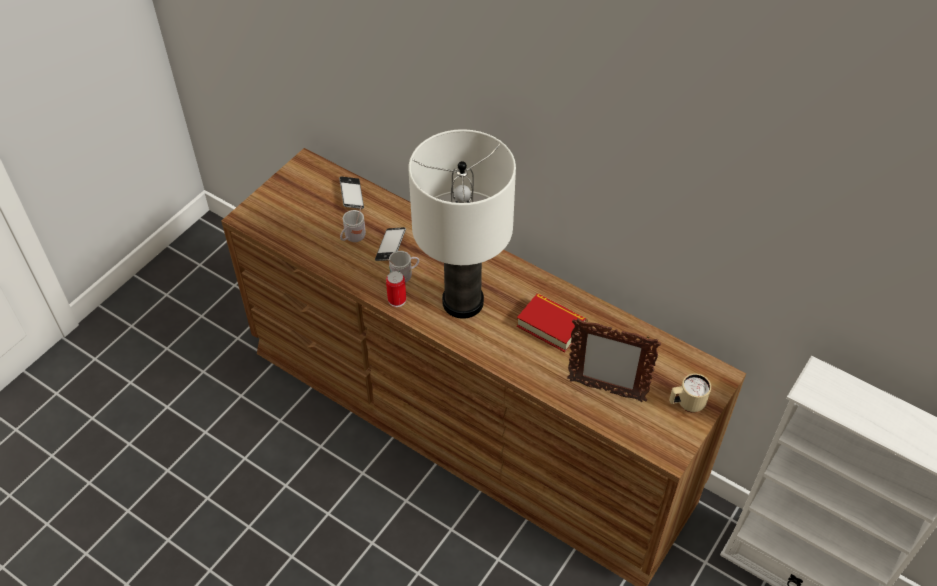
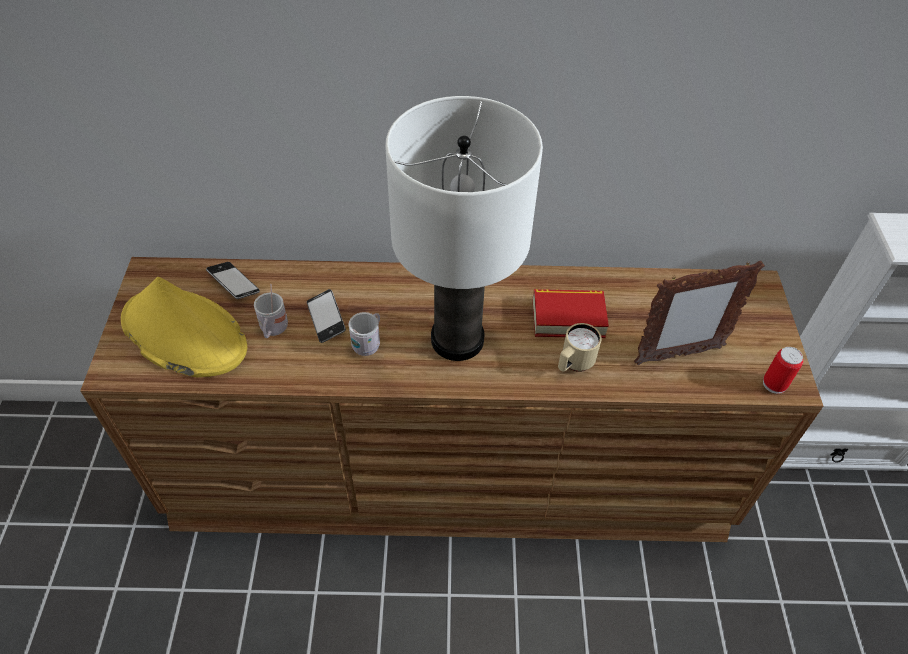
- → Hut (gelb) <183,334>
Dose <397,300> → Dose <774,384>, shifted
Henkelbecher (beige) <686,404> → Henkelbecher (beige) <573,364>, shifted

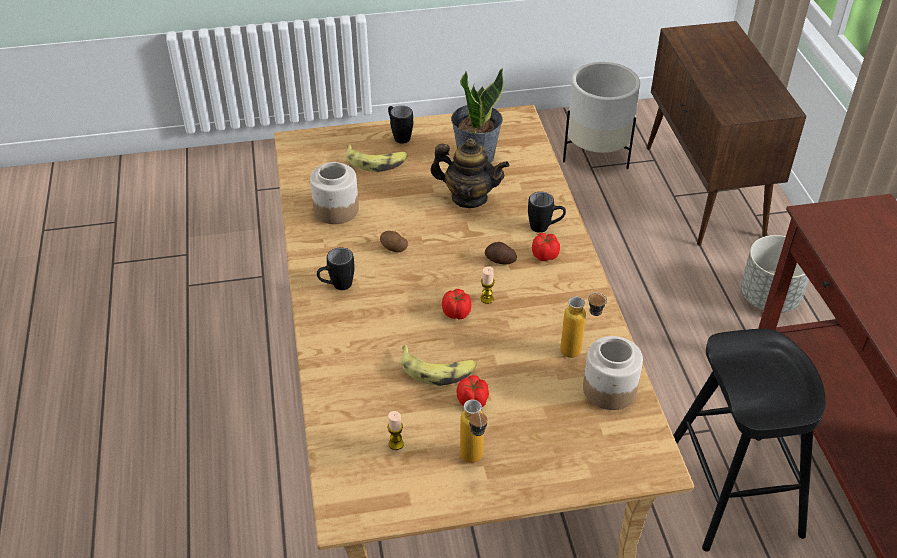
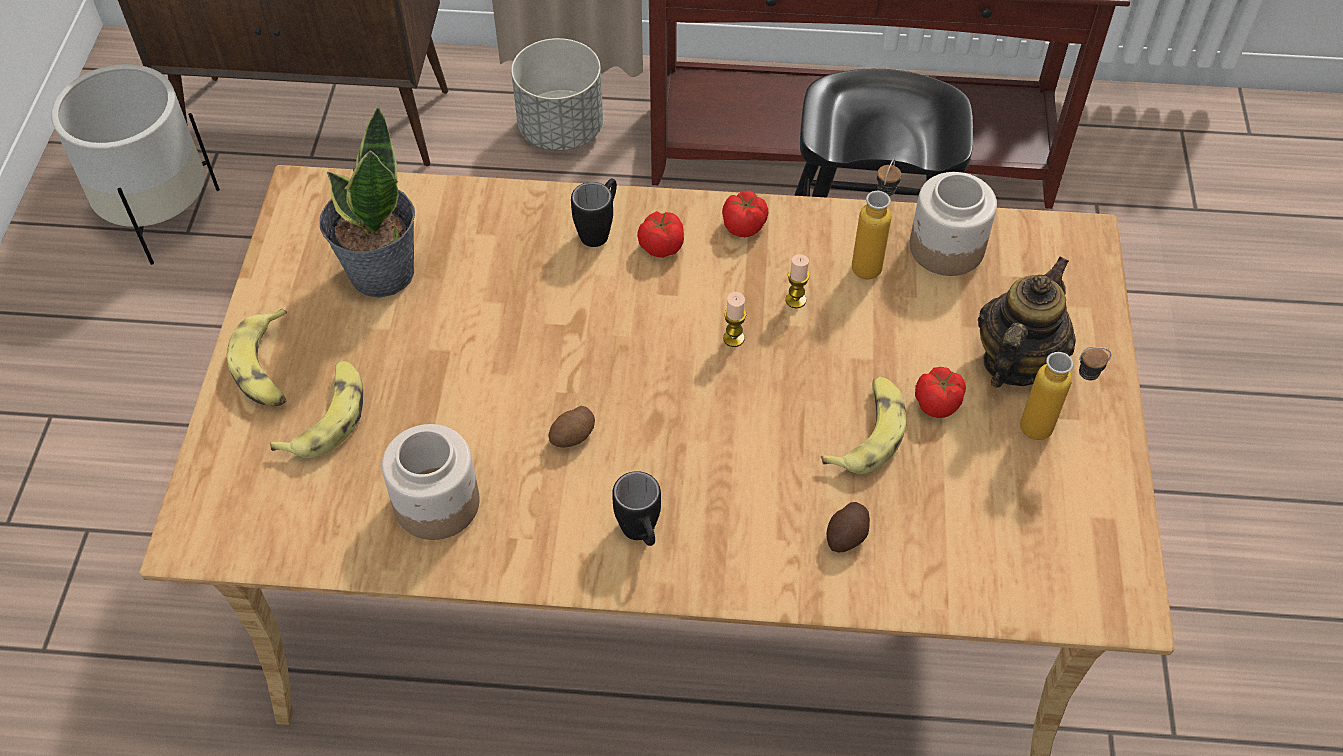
Kerze <396,444> → Kerze <795,300>, shifted
Teekanne <469,197> → Teekanne <1015,362>, shifted
Tomate <457,313> → Tomate <745,226>, shifted
Kartoffel <500,261> → Kartoffel <848,535>, shifted
Henkelbecher (schwarz) <399,136> → Banane <267,368>

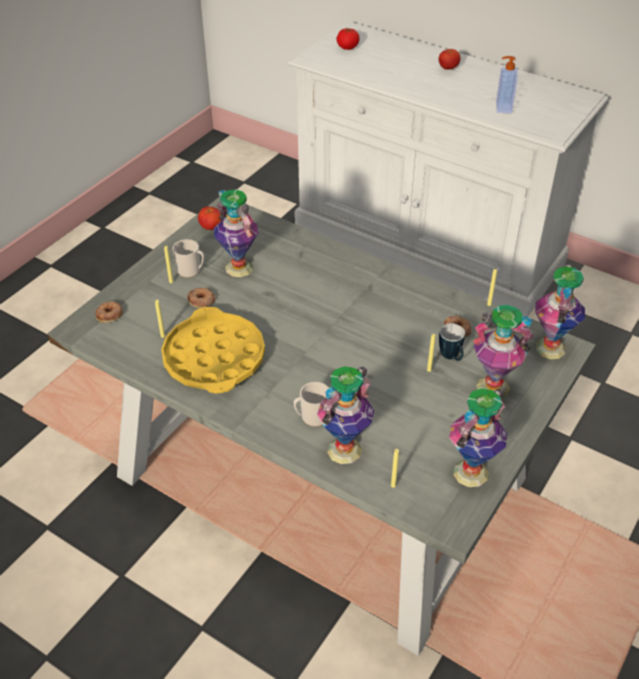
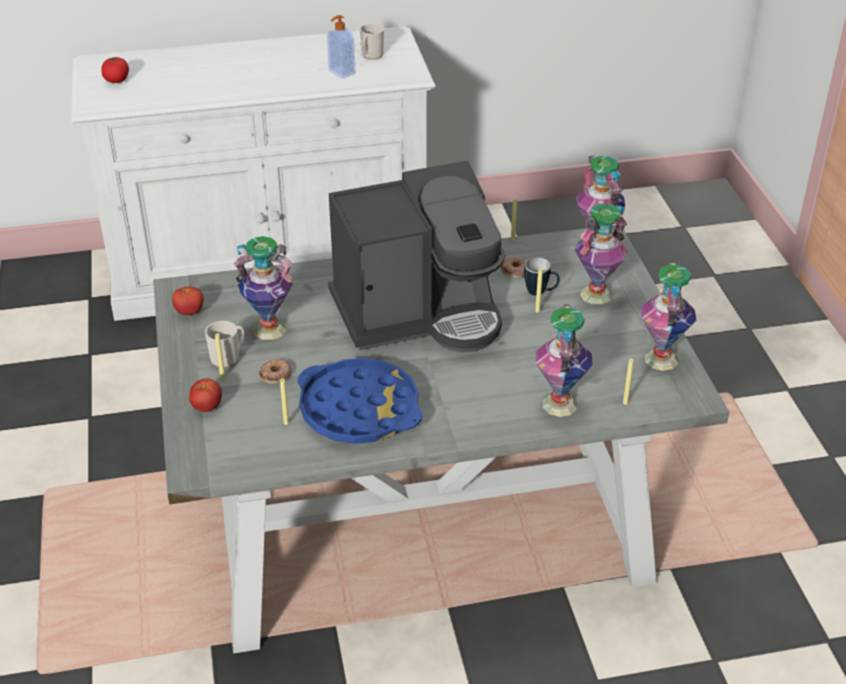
Donut <110,314> → -
- → Kaffeemaschine <419,313>
Henkelbecher <312,417> → Henkelbecher <371,55>, shifted
Tomate <448,68> → Tomate <207,407>, shifted
Tablett (gelb) <214,358> → Tablett (blau) <359,409>

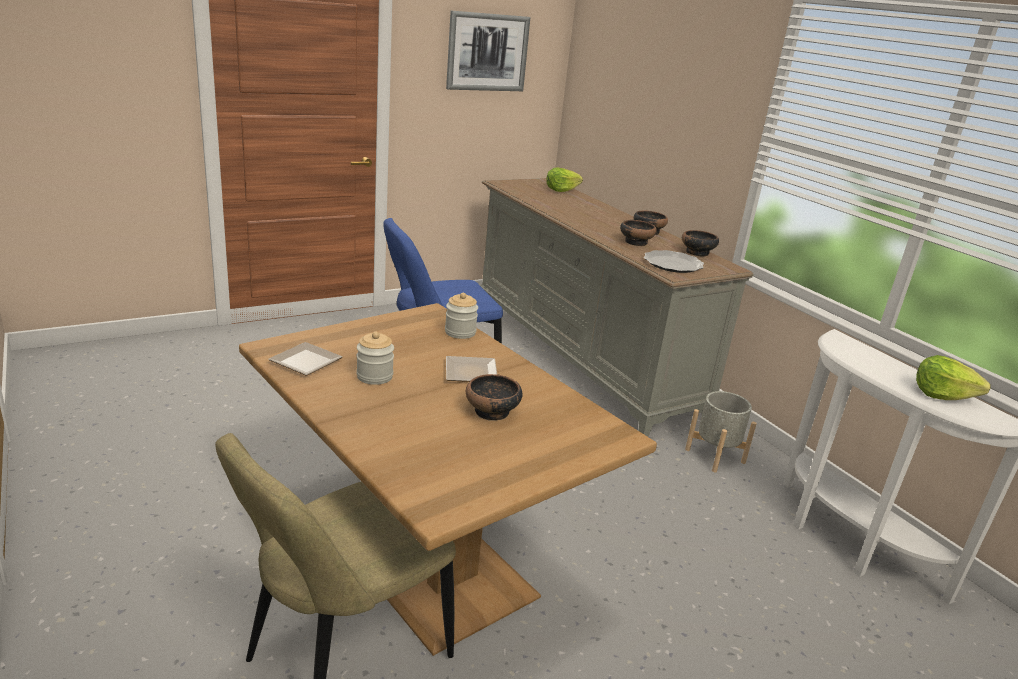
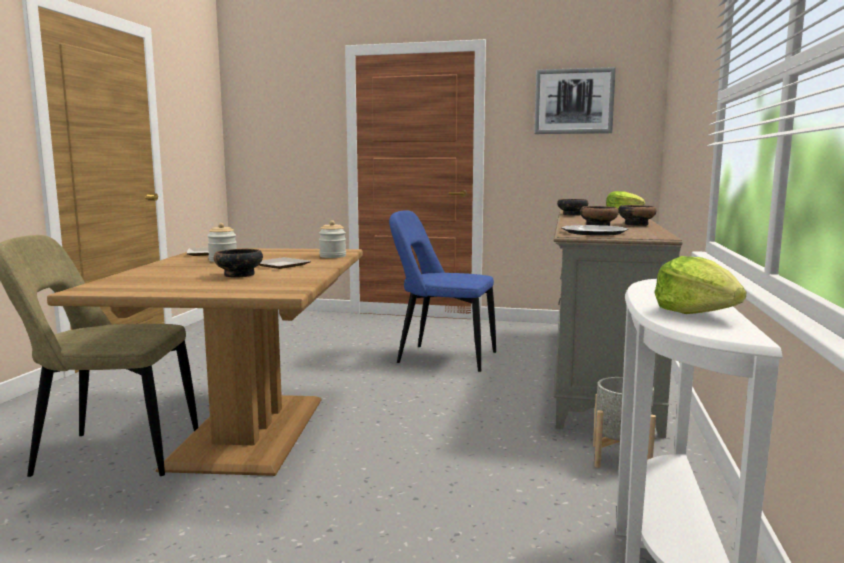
Schüssel <697,253> → Schüssel <572,215>, shifted

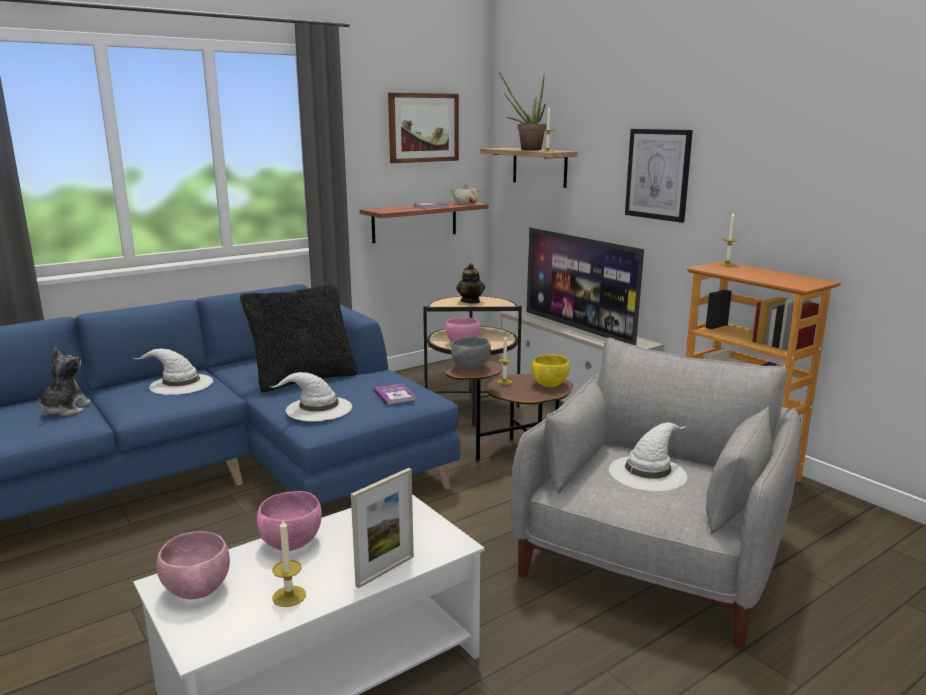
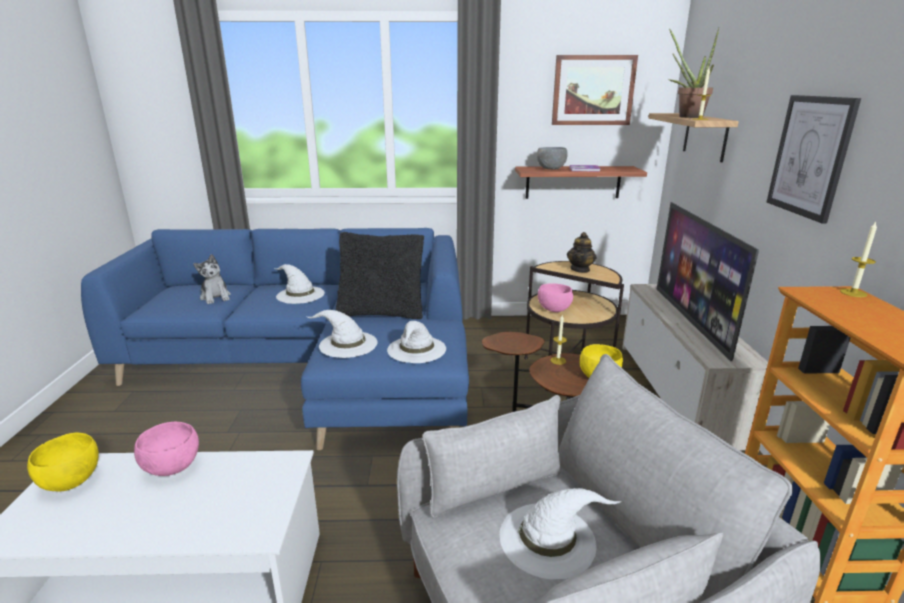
Kerze <289,596> → -
Bilderrahmen <385,571> → -
Teekanne (beige) <465,203> → -
Schüssel (grau) <471,368> → Schüssel (grau) <551,169>, shifted
Buch <394,396> → Hut (weiß) <416,349>
Schüssel (rosa) <196,591> → Schüssel (gelb) <70,482>
Plüschtier <64,410> → Plüschtier <216,297>, 105 degrees clockwise

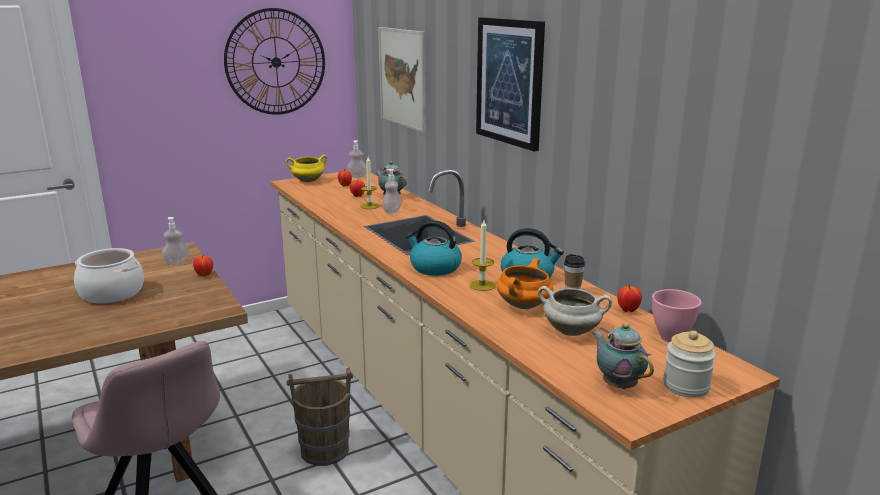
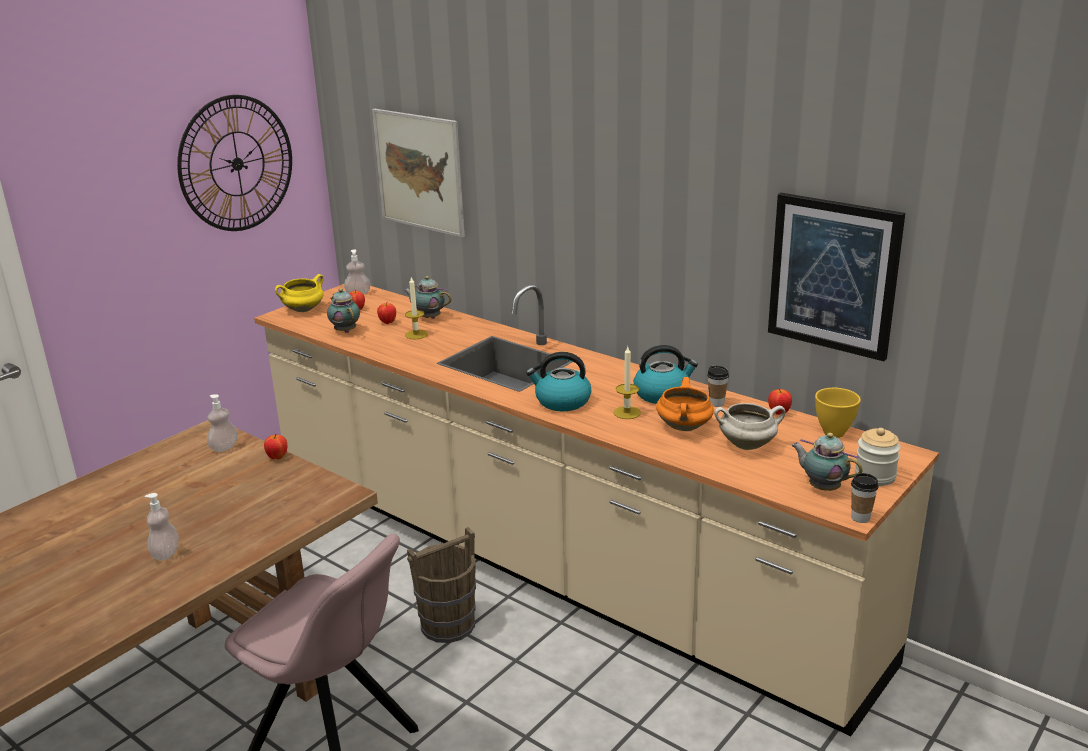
Kochtopf <112,293> → -
- → Teekanne <345,330>
- → Tasse <860,518>
Seifenspender <392,211> → Seifenspender <165,553>, shifted
Bild <510,82> → Bild <833,275>, shifted
Schüssel (rosa) <671,337> → Schüssel (gelb) <833,432>

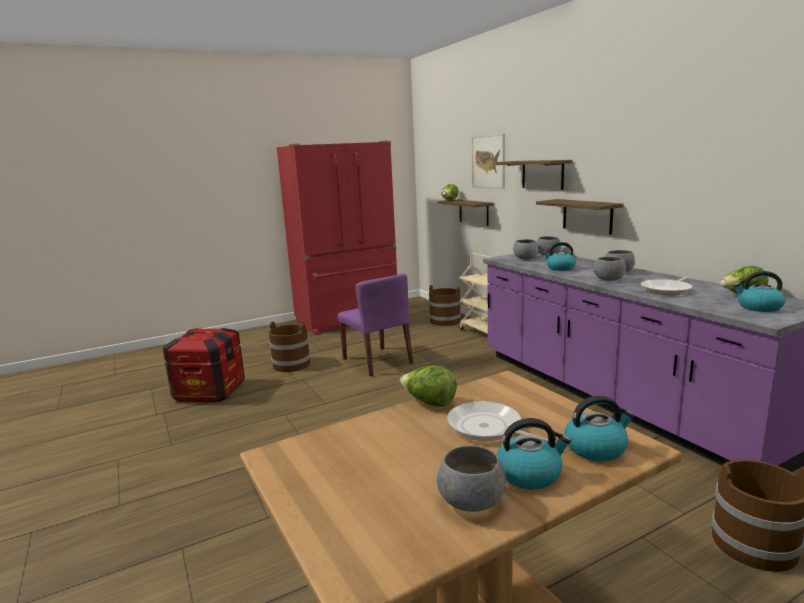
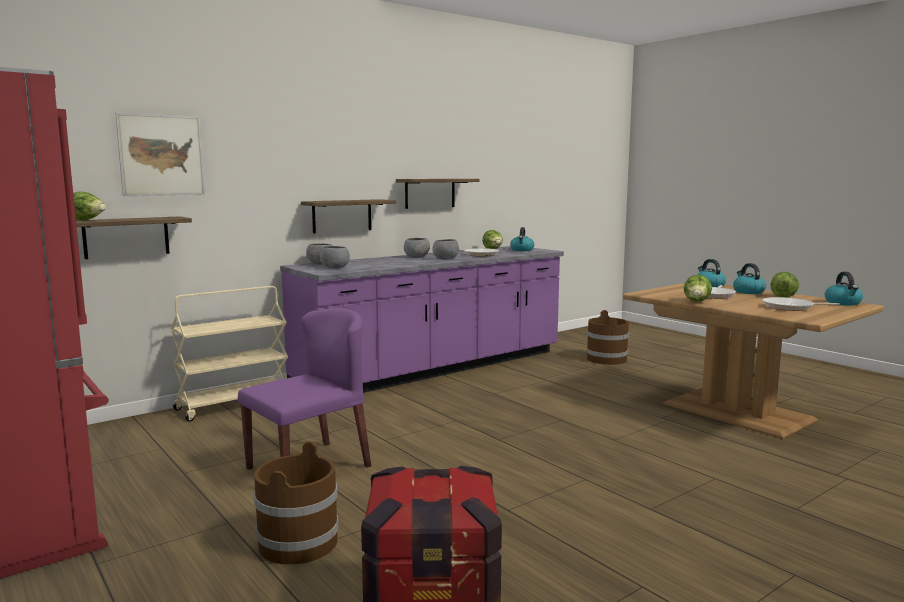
Eimer (braun) <445,321> → -
- → Pfanne <791,307>
Wandregal <542,174> → Wandregal <430,193>, shifted
Wasserkessel <560,268> → Wasserkessel <843,303>, shifted
Schüssel (grau) <471,500> → Salatkopf <783,296>

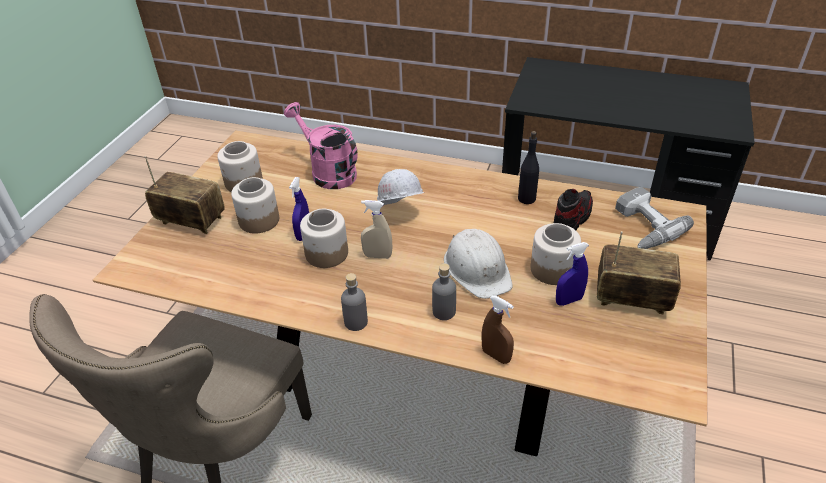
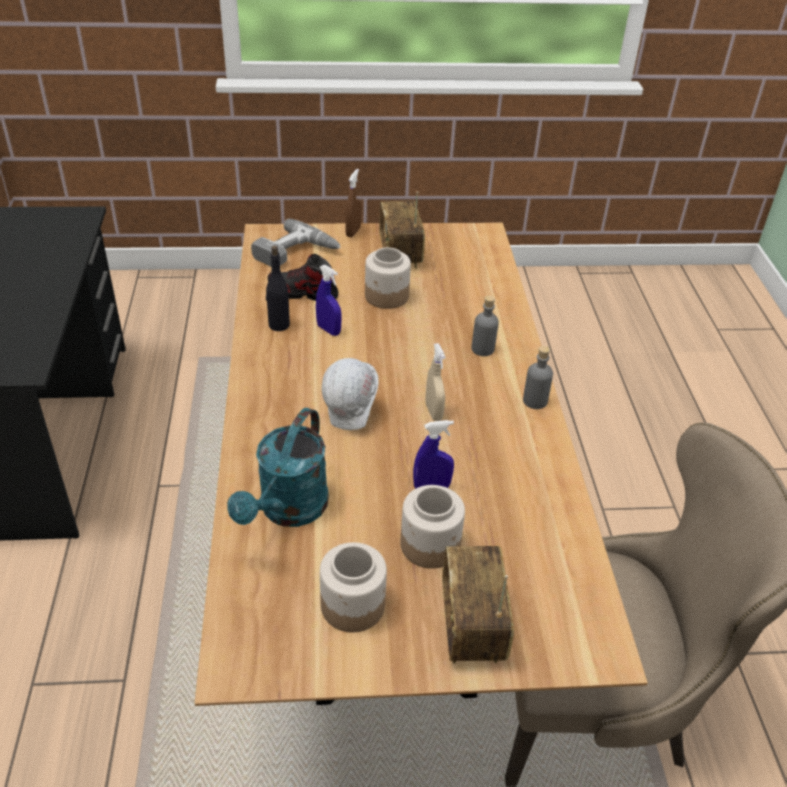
Vorratsglas <326,253> → -
Schutzhelm (weiß) <477,269> → -
Sprühflasche (braun) <496,356> → Sprühflasche (braun) <353,232>, shifted
Sprühflasche (blau) <568,300> → Sprühflasche (blau) <328,330>, shifted
Gießkanne (rosa) <328,172> → Gießkanne (türkis) <288,511>

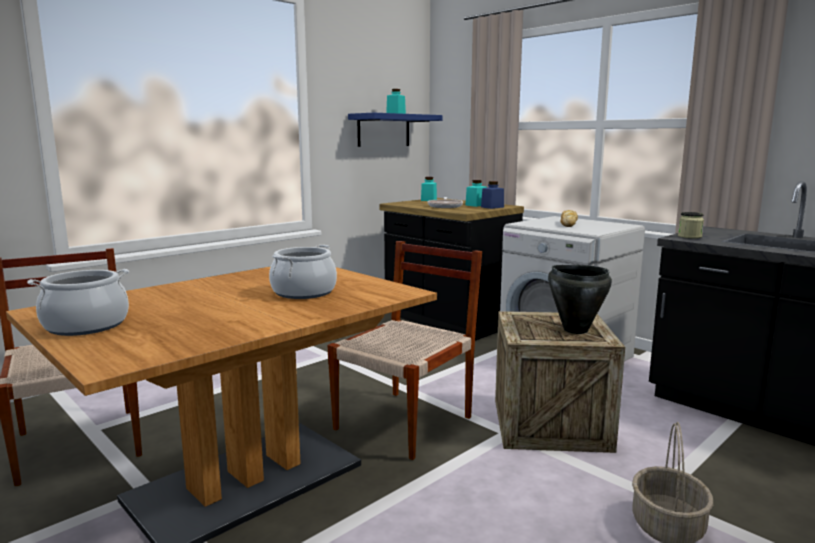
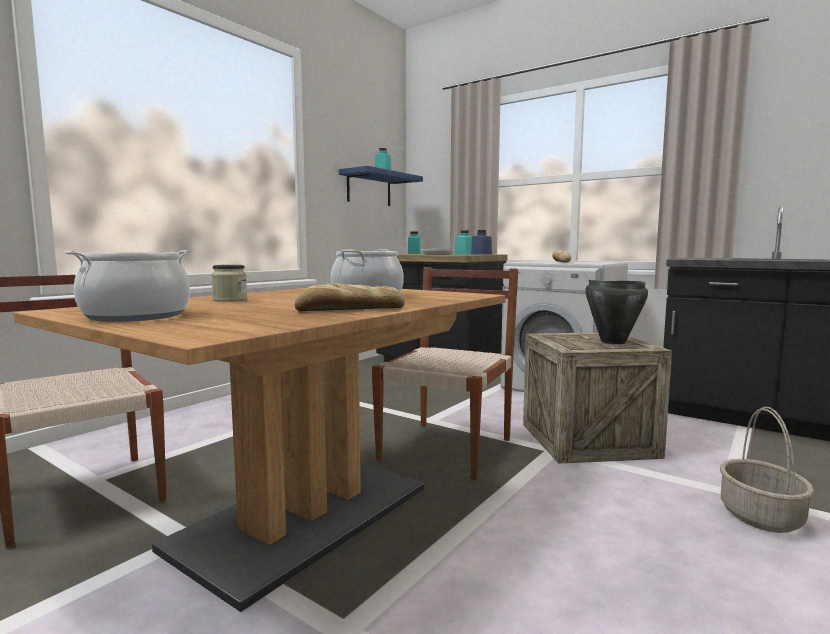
- → Brot <348,310>
Vorratsglas <689,236> → Vorratsglas <230,300>, shifted

